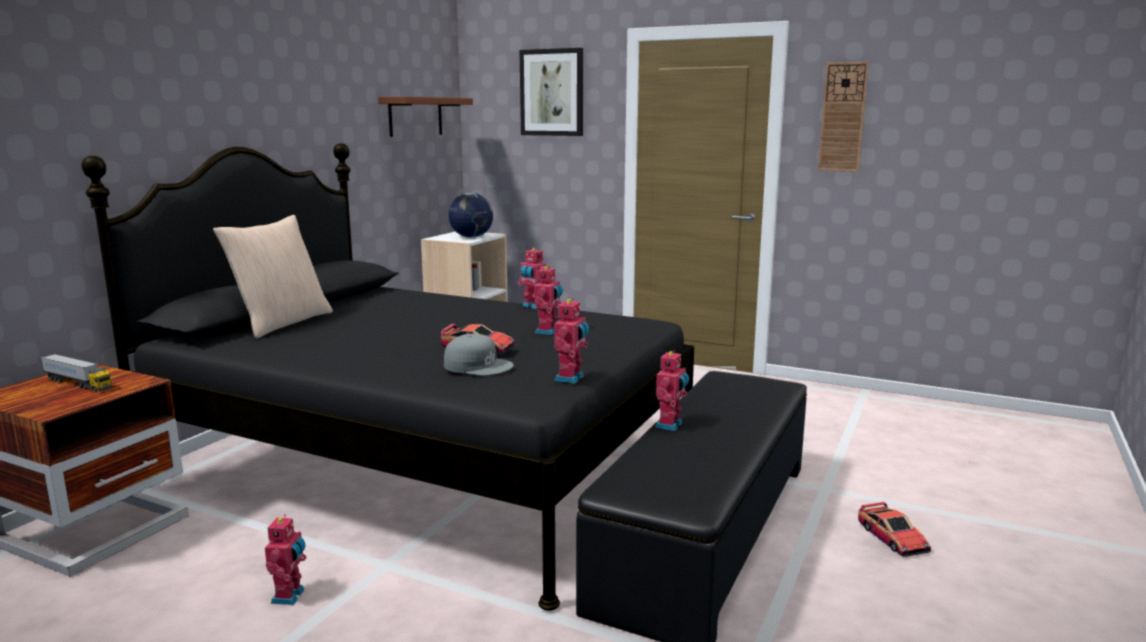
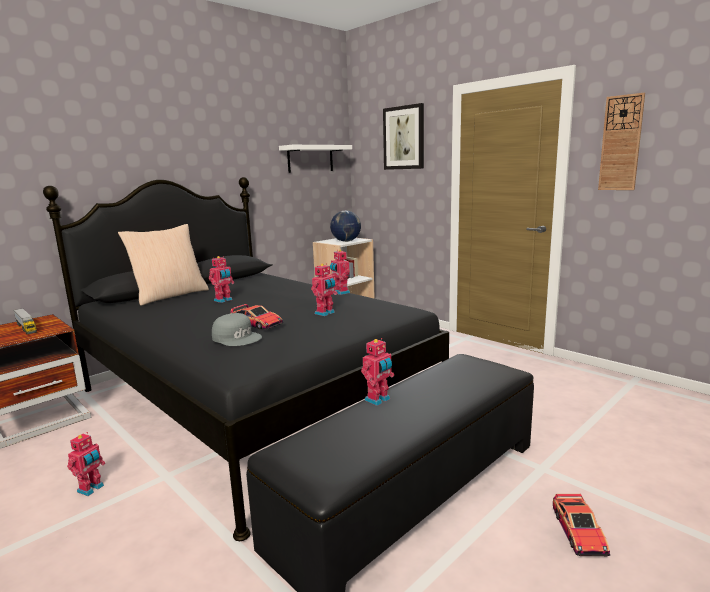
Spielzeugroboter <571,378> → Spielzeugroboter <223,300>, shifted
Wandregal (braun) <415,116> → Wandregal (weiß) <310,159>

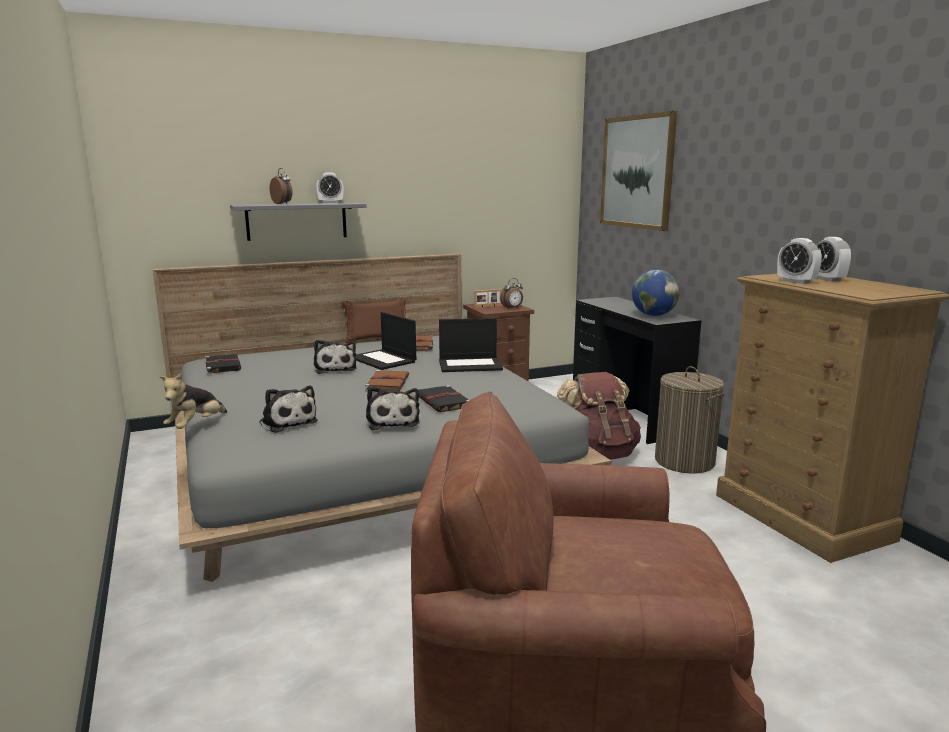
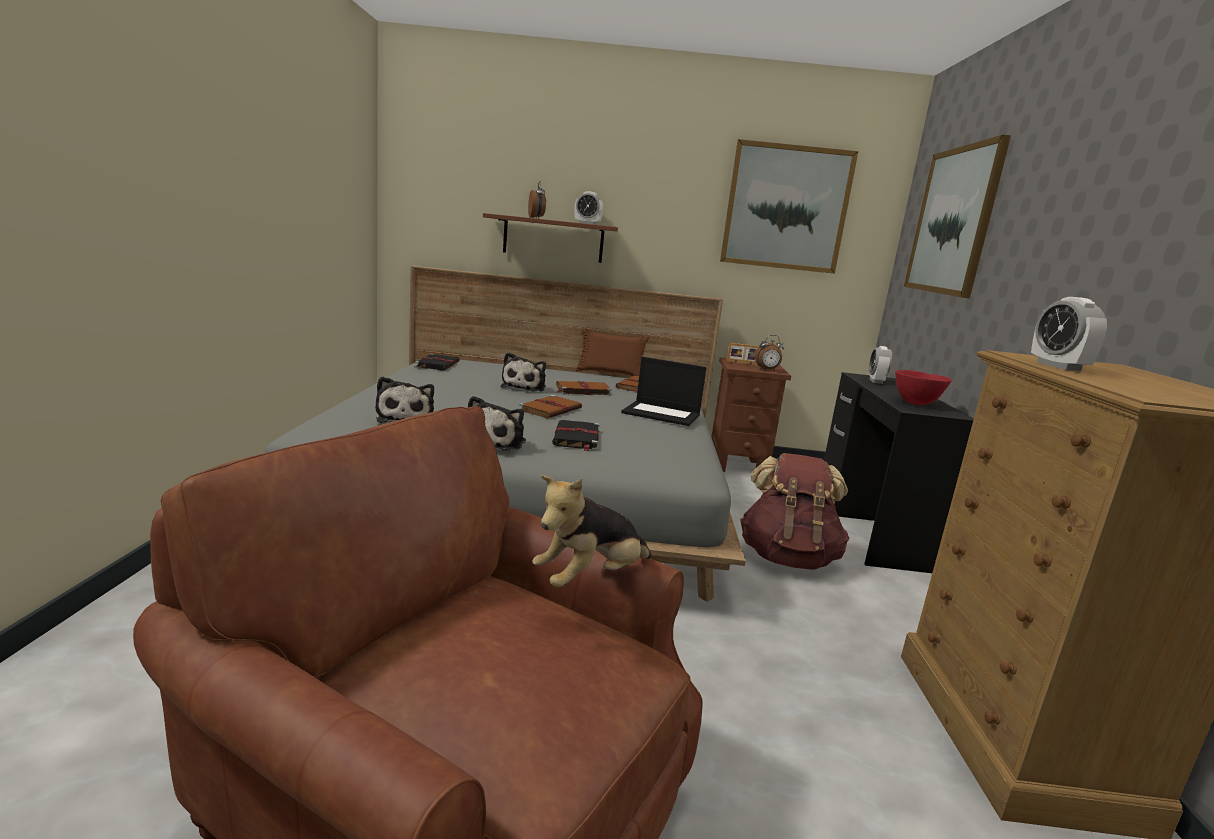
Wäschekorb <684,461> → -
- → Bild <786,208>
Plüschtier <196,426> → Plüschtier <590,578>, shifted
Wecker <827,279> → Wecker <876,381>, shifted
Laptop <383,360> → Buch (braun) <582,390>
Globus <653,315> → Schüssel (rot) <915,403>
Wandregal (grau) <297,221> → Wandregal (braun) <553,239>

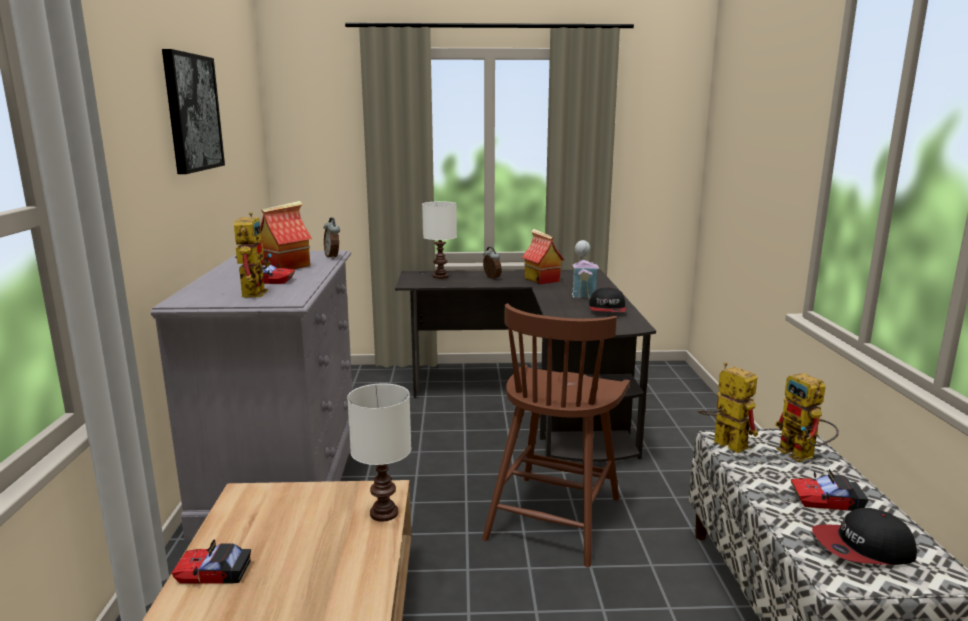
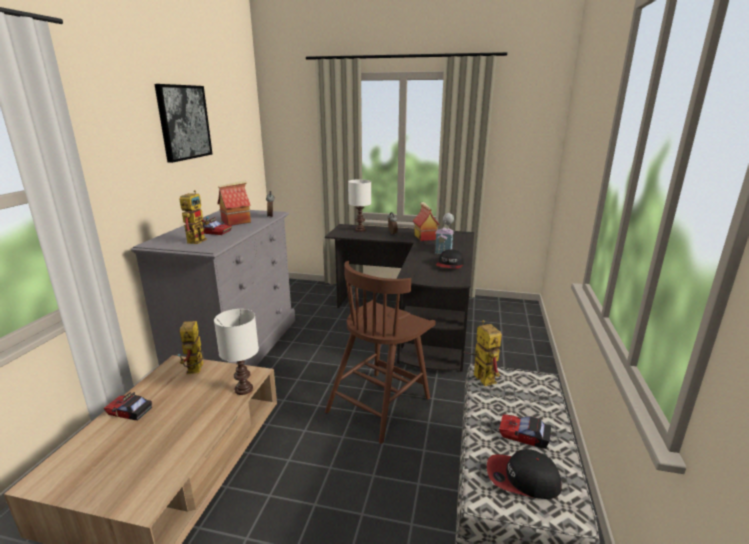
Spielzeugroboter <803,456> → Spielzeugroboter <196,371>, shifted

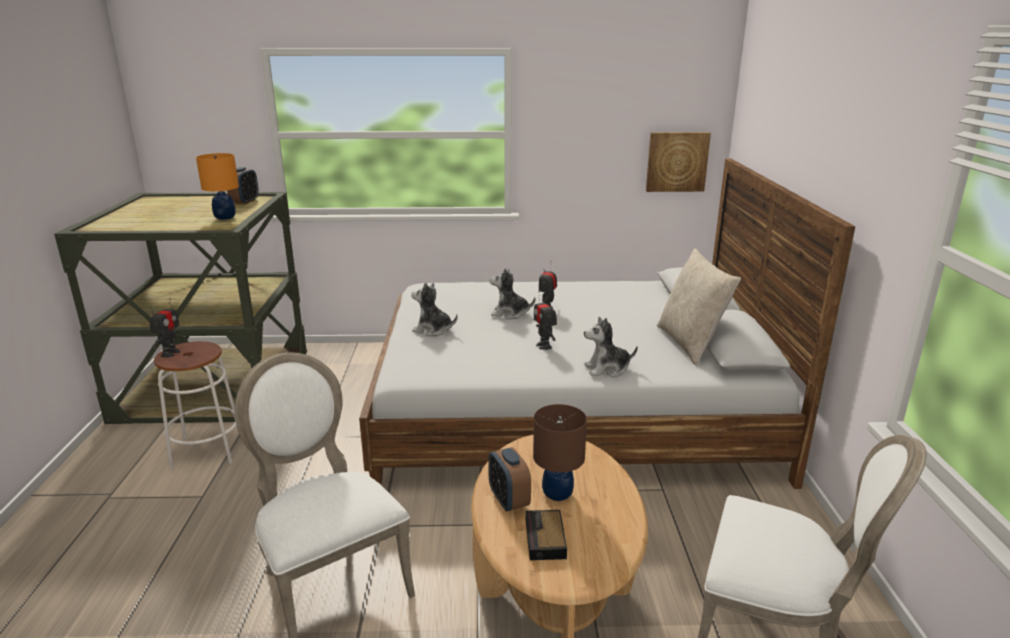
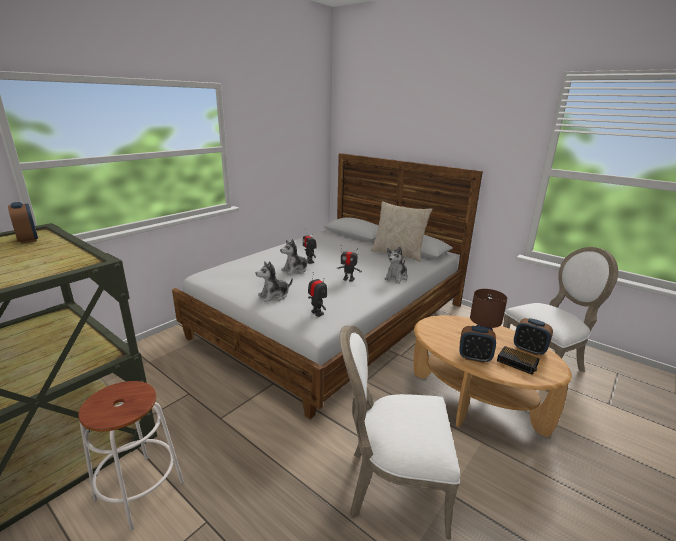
Tischlampe (orange) <224,218> → -
Bild <677,161> → -
- → Wecker <529,350>
Spielzeugroboter <170,353> → Spielzeugroboter <317,313>, shifted

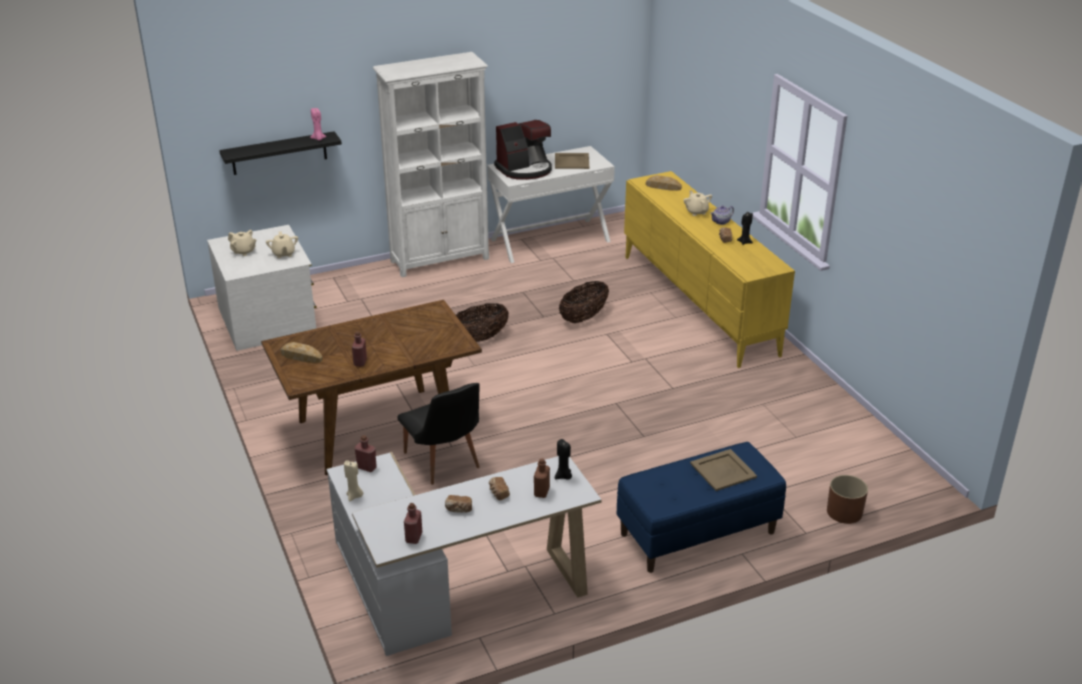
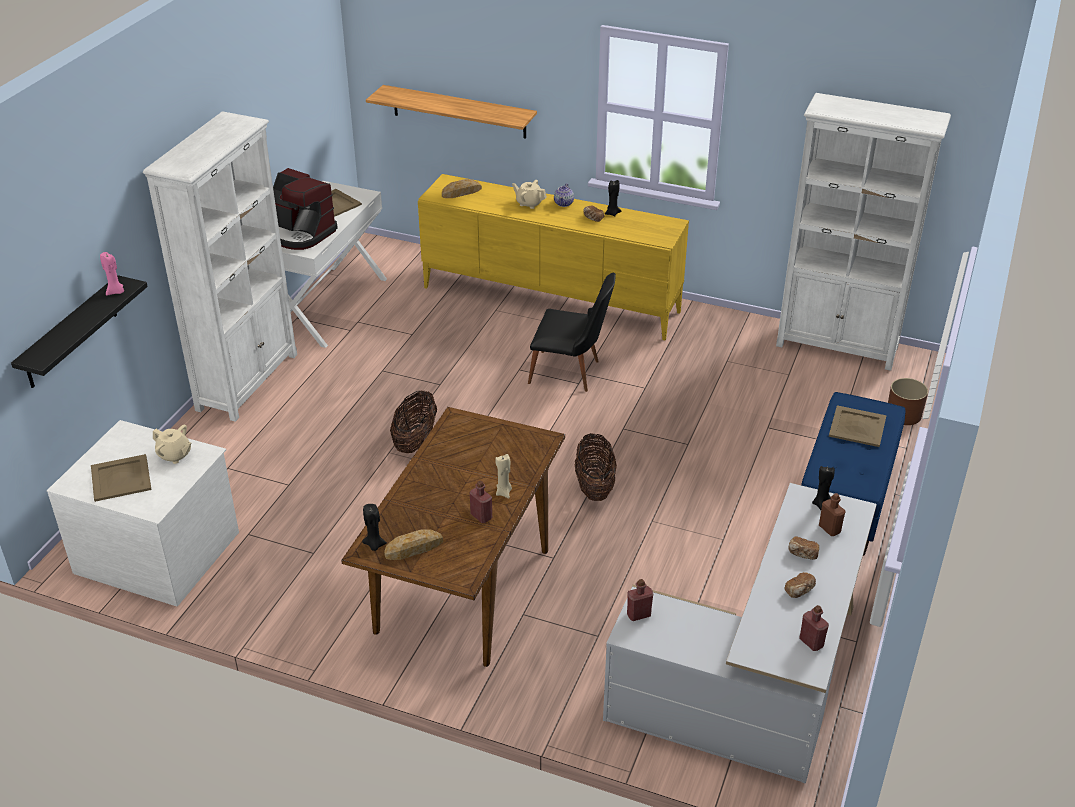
- → Kerze (schwarz) <374,545>
- → Wandregal <459,112>
- → Bücherregal (weiß) <838,346>
Kerze (beige) <354,496> → Kerze (beige) <504,492>, shifted
Stuhl (schwarz) <444,464> → Stuhl (schwarz) <571,373>, shifted
Korb <583,317> → Korb <594,486>, shifted
Teekanne (beige) <243,251> → Tablett (beige) <120,478>
Kaffeemaschine <525,169> → Kaffeemaschine <300,233>, 105 degrees clockwise

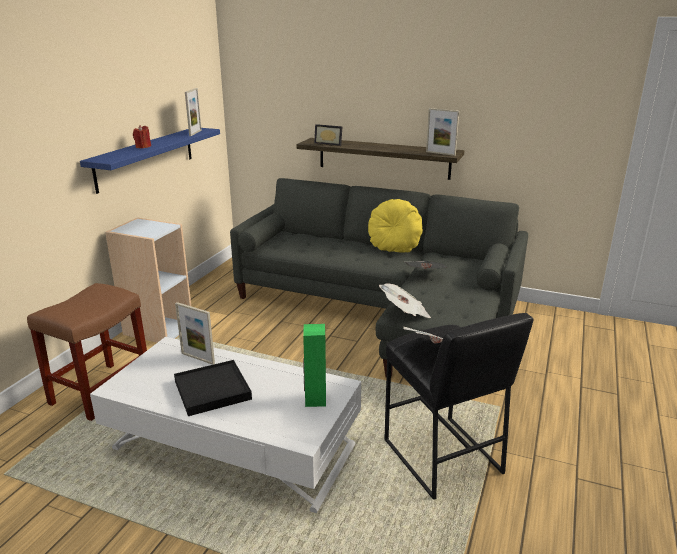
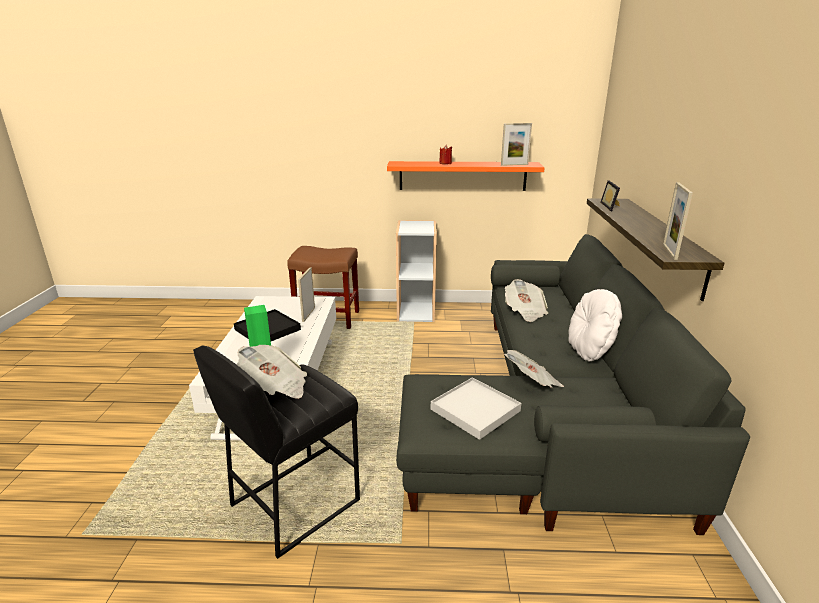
- → Tablett (weiß) <475,410>
Zeitung <405,313> → Zeitung <525,311>, shifted
Wandregal (blau) <146,158> → Wandregal (orange) <462,176>
Kissen (gelb) <394,249> → Kissen (weiß) <589,352>

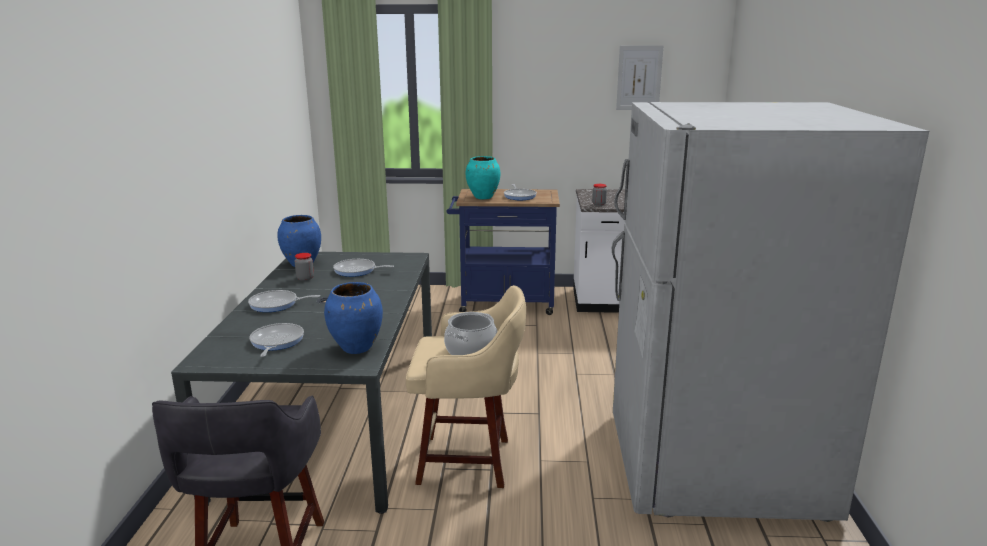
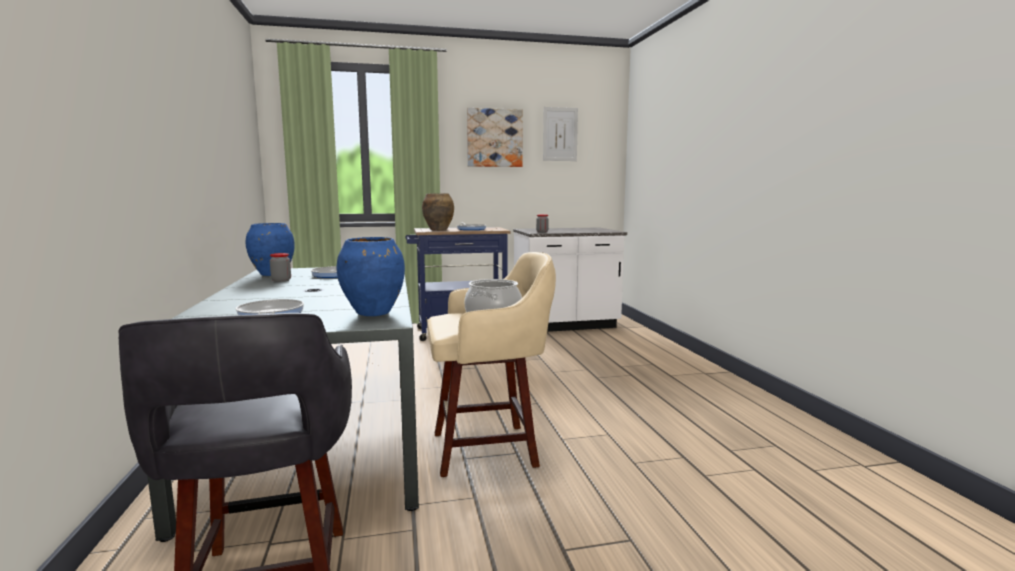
Pfanne <276,304> → -
Kühlschrank (weiß) <715,464> → -
- → Bild <494,138>
Vase (türkis) <483,197> → Vase (braun) <439,230>

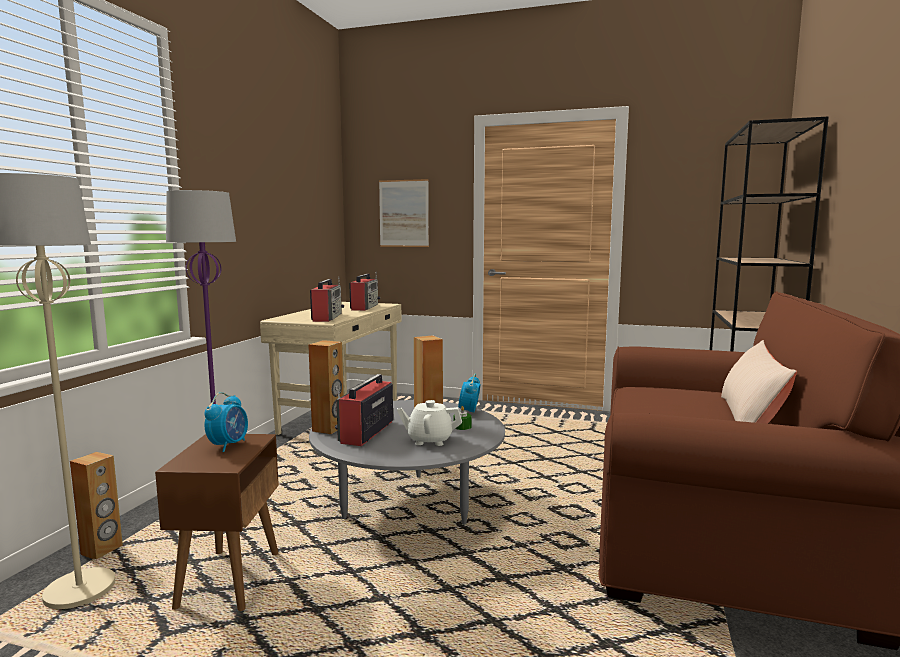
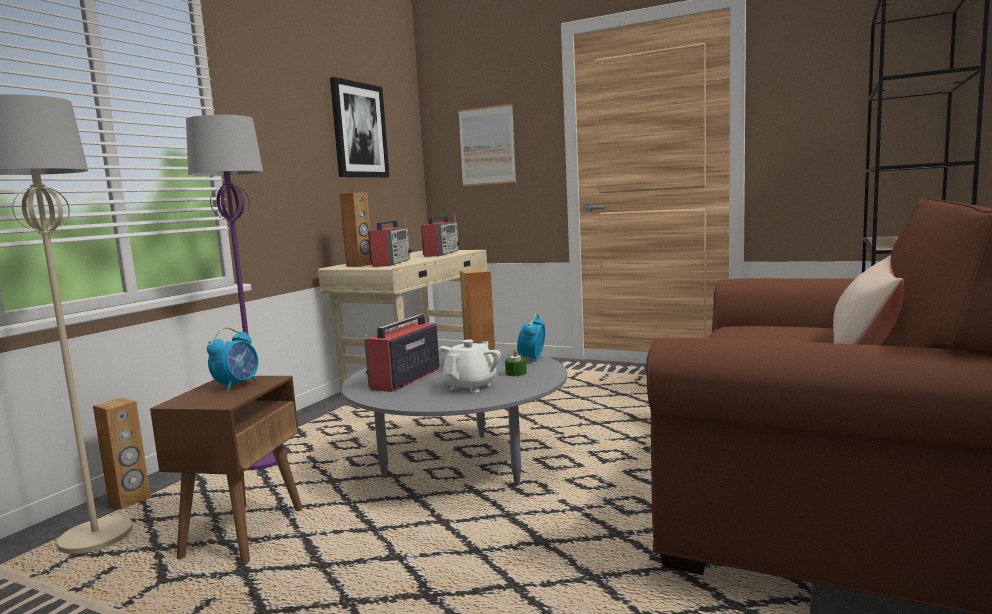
- → Bild <359,130>
Lautsprecher (braun) <328,429> → Lautsprecher (braun) <360,265>, shifted
Teekanne (weiß) <429,440> → Teekanne (weiß) <471,386>, 105 degrees clockwise

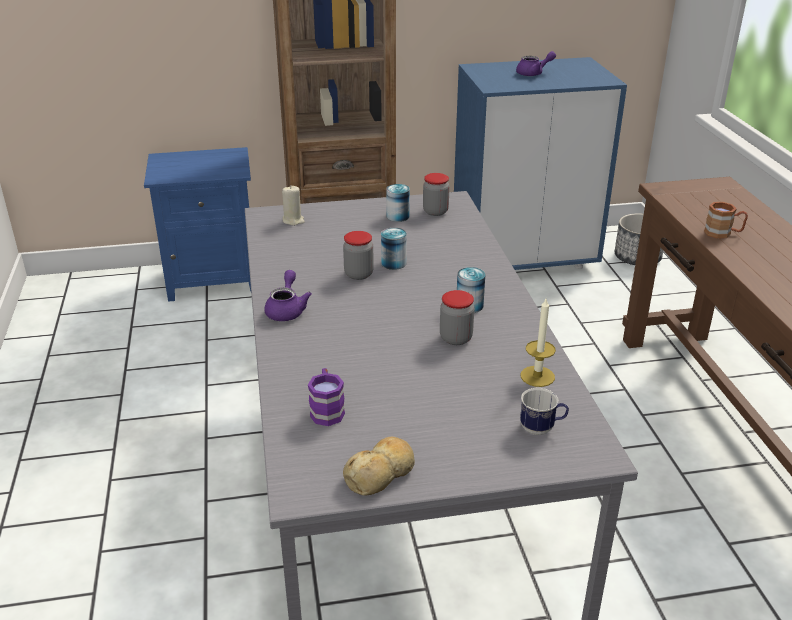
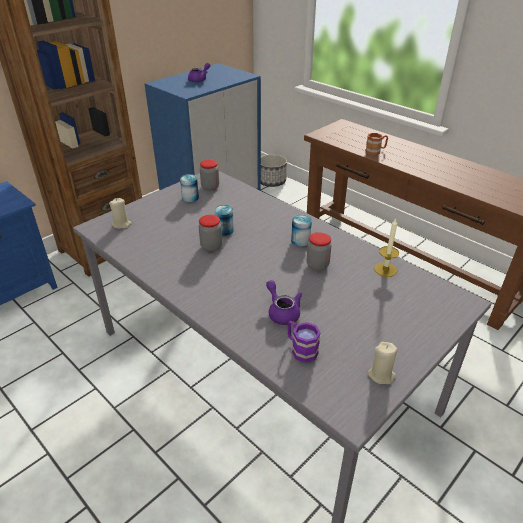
Henkelbecher <542,429> → -
Teekanne (lila) <287,310> → Teekanne (lila) <282,312>, shifted
Brot <381,474> → Kerze (beige) <381,375>

